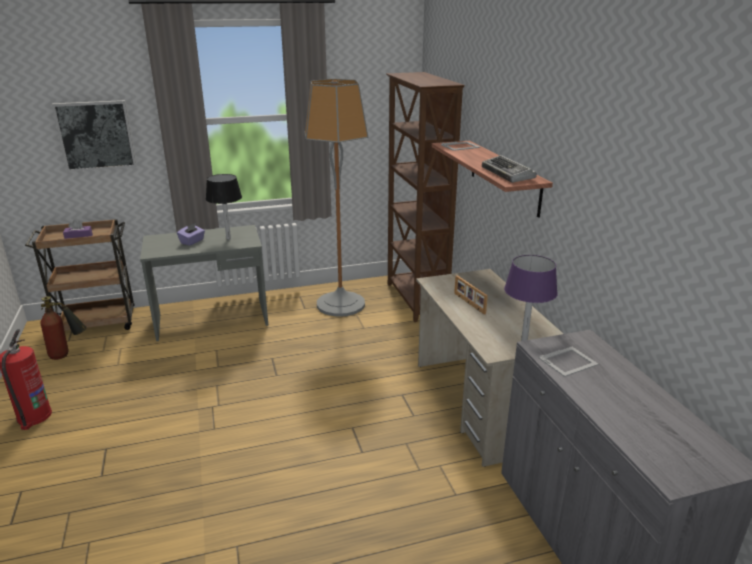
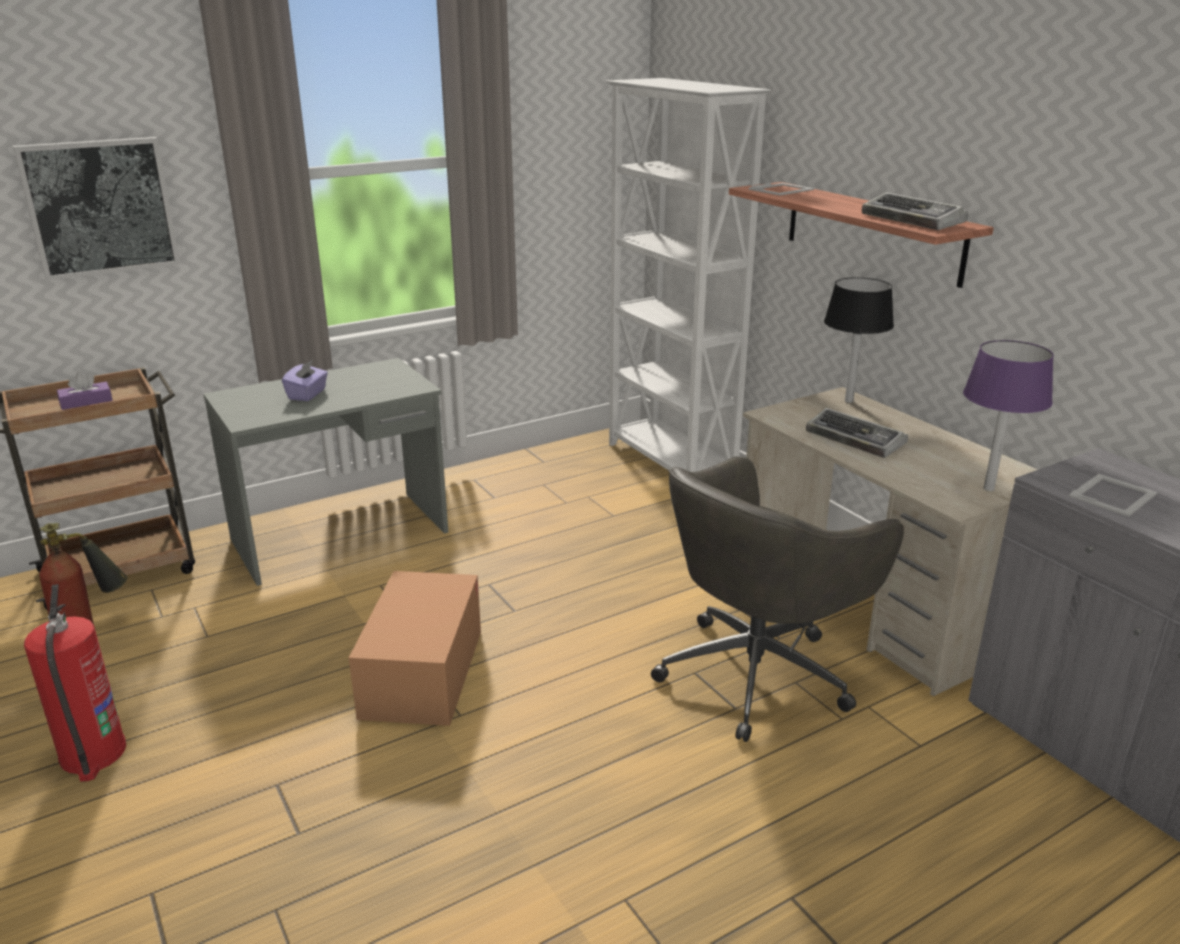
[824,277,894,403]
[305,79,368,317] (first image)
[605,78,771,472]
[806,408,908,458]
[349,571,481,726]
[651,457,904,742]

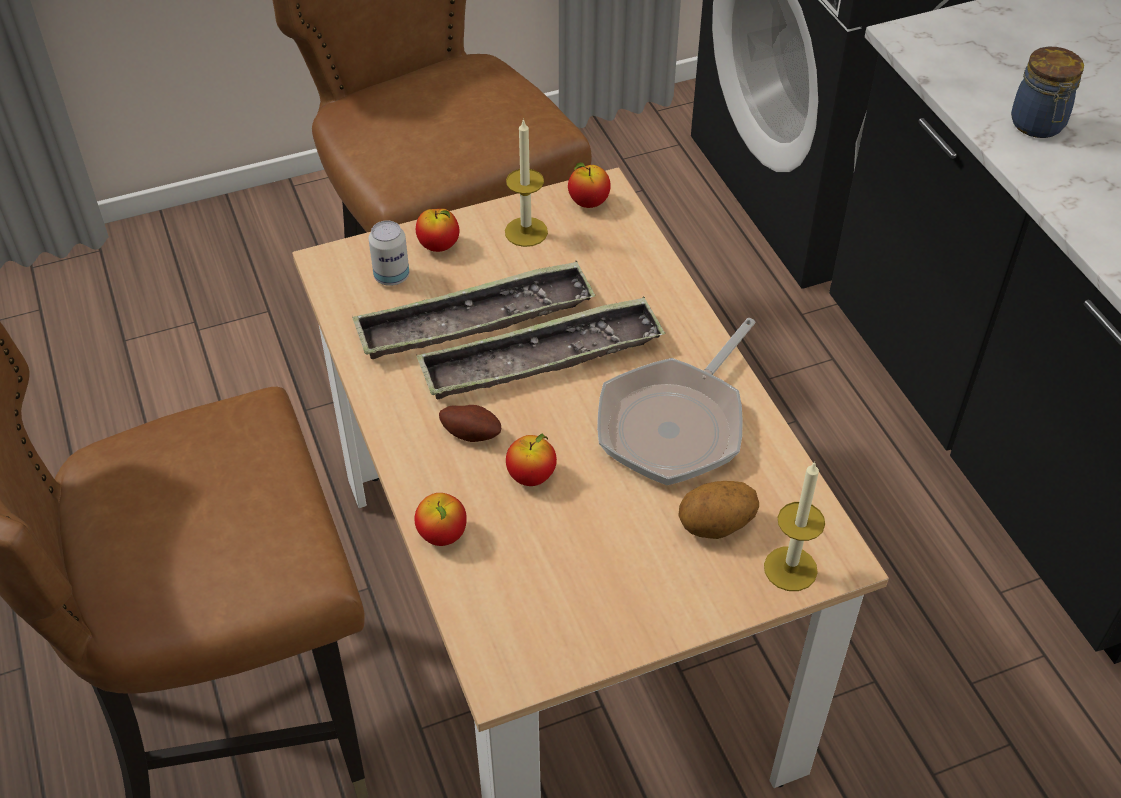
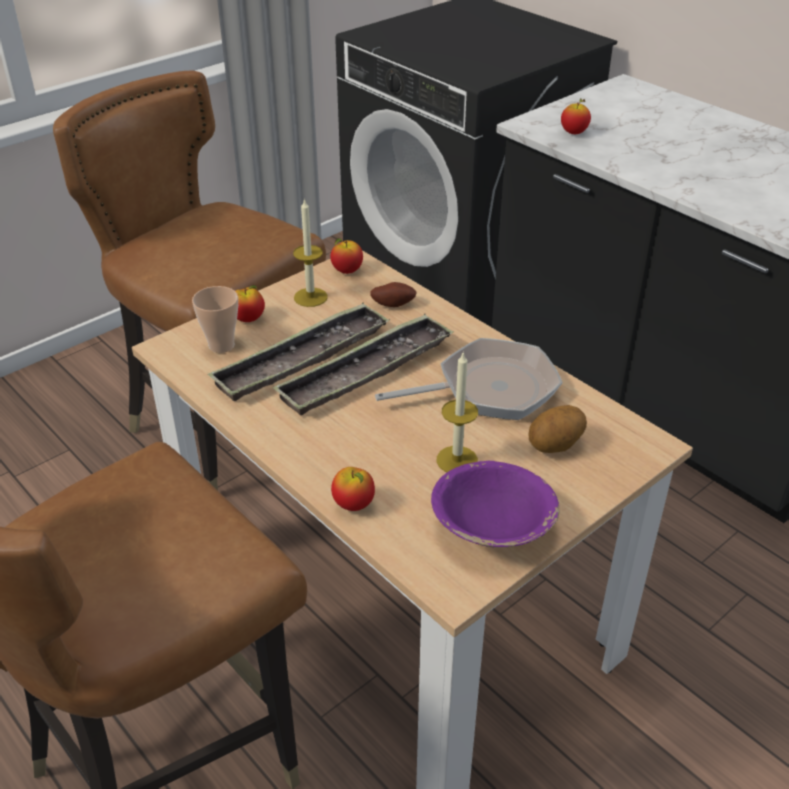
[192,286,238,353]
[370,282,416,307]
[561,98,591,134]
[375,338,563,420]
[437,351,478,472]
[1011,47,1084,138] (first image)
[431,461,560,547]

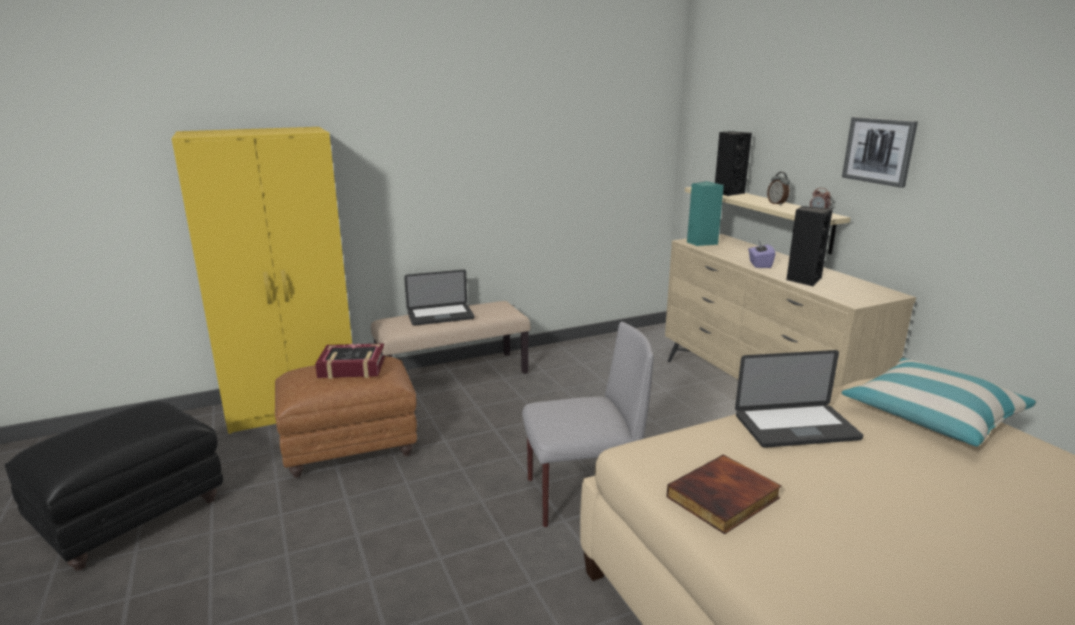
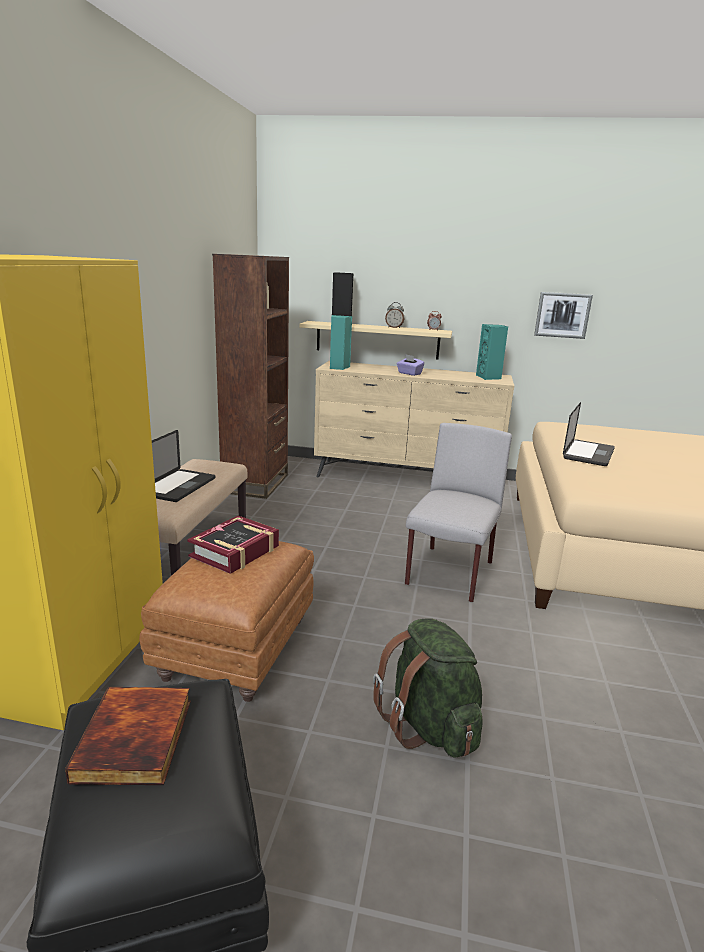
[65,687,191,785]
[786,206,833,287] (first image)
[534,292,593,339]
[842,358,1036,447] (first image)
[212,254,289,499]
[373,618,483,758]
[476,324,508,380]

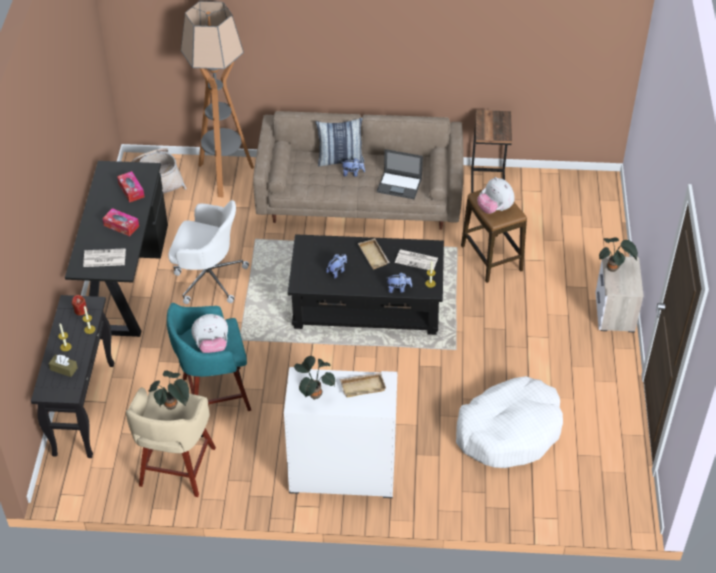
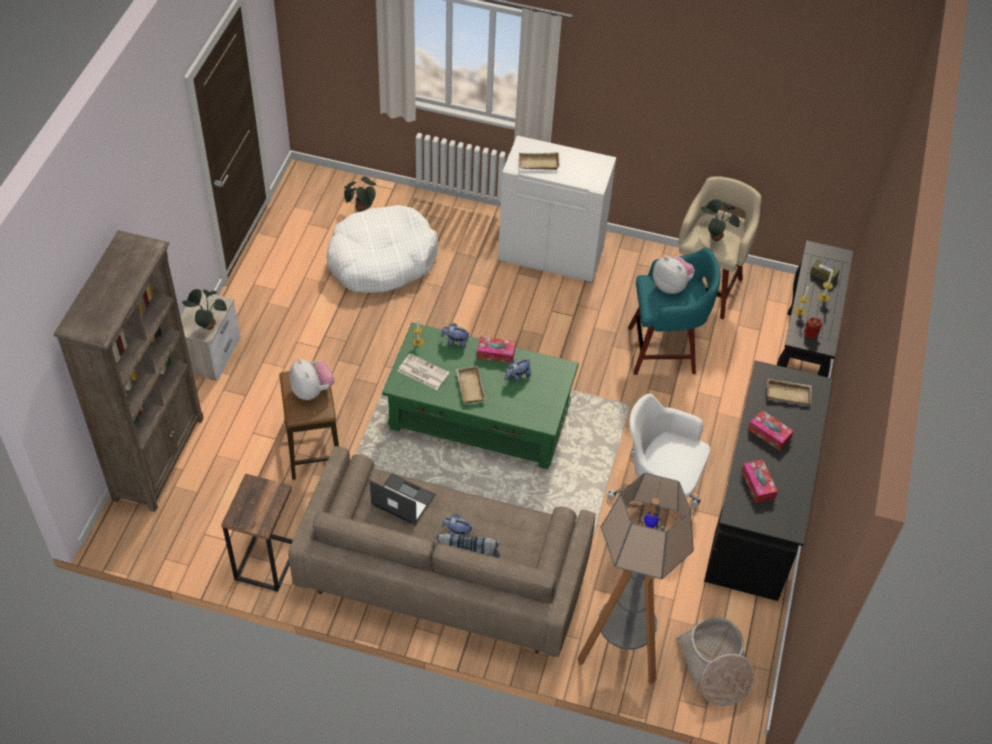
[767,379,812,405]
[653,256,695,294]
[382,322,579,469]
[344,177,376,212]
[54,230,204,512]
[477,336,516,363]

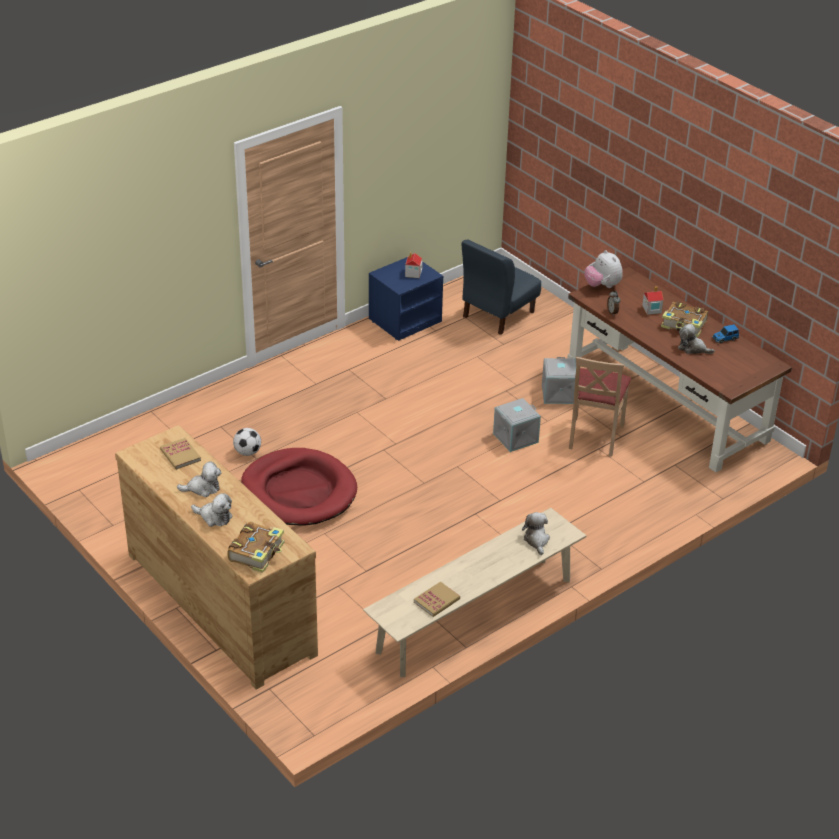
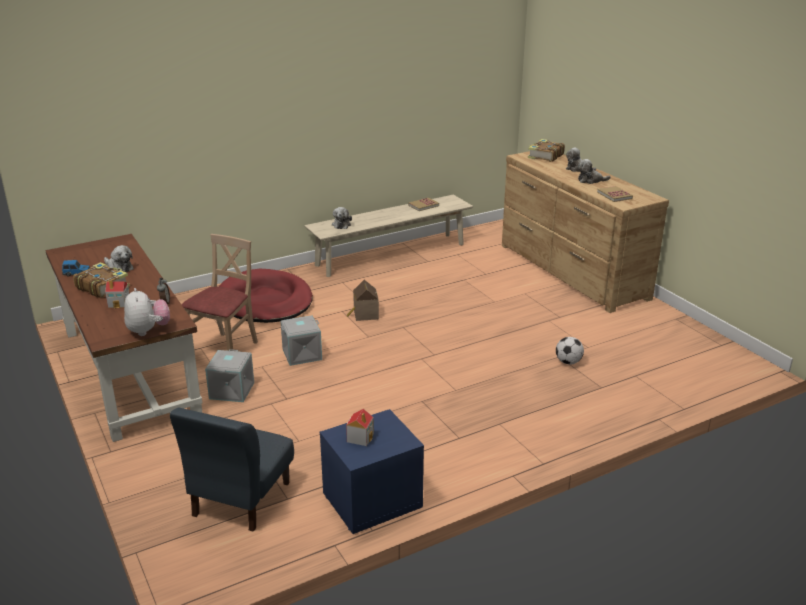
[219,269,313,323]
[170,407,294,532]
[347,280,379,321]

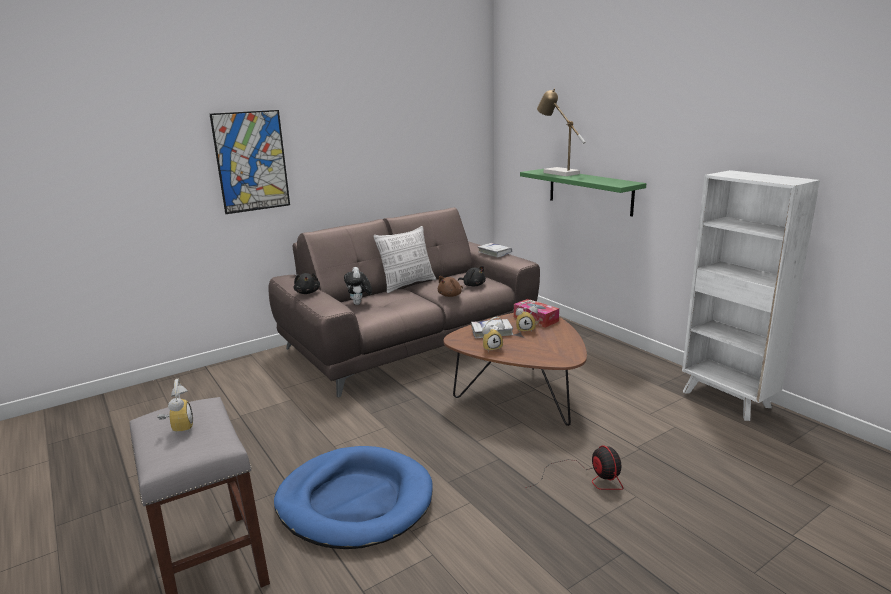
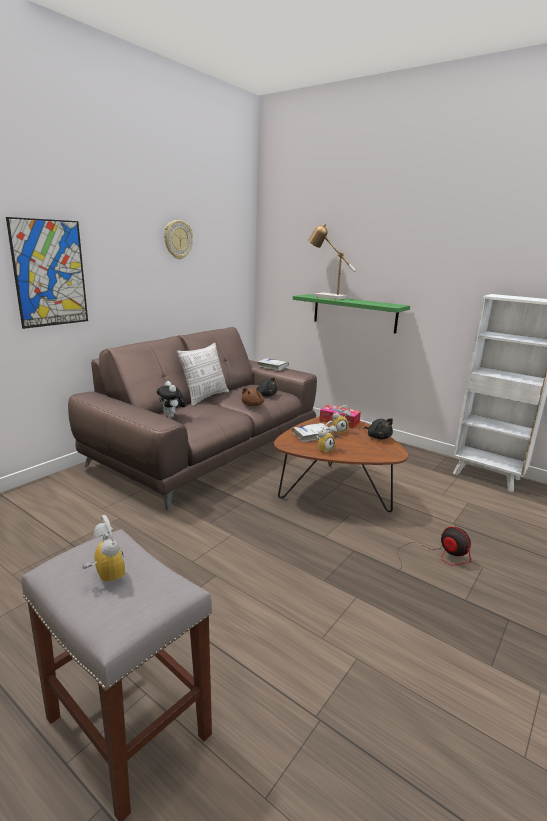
[274,446,432,549] (first image)
[363,419,393,439]
[164,220,193,259]

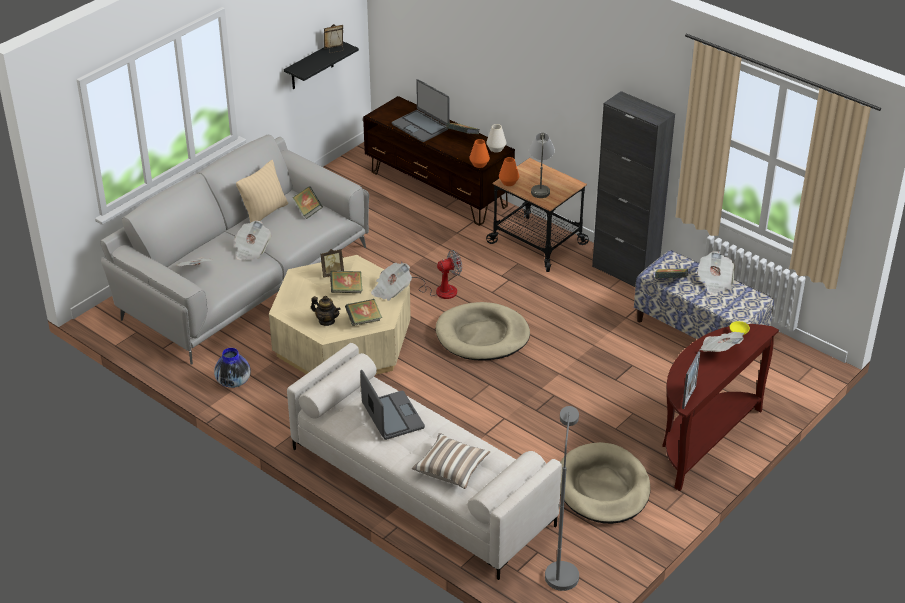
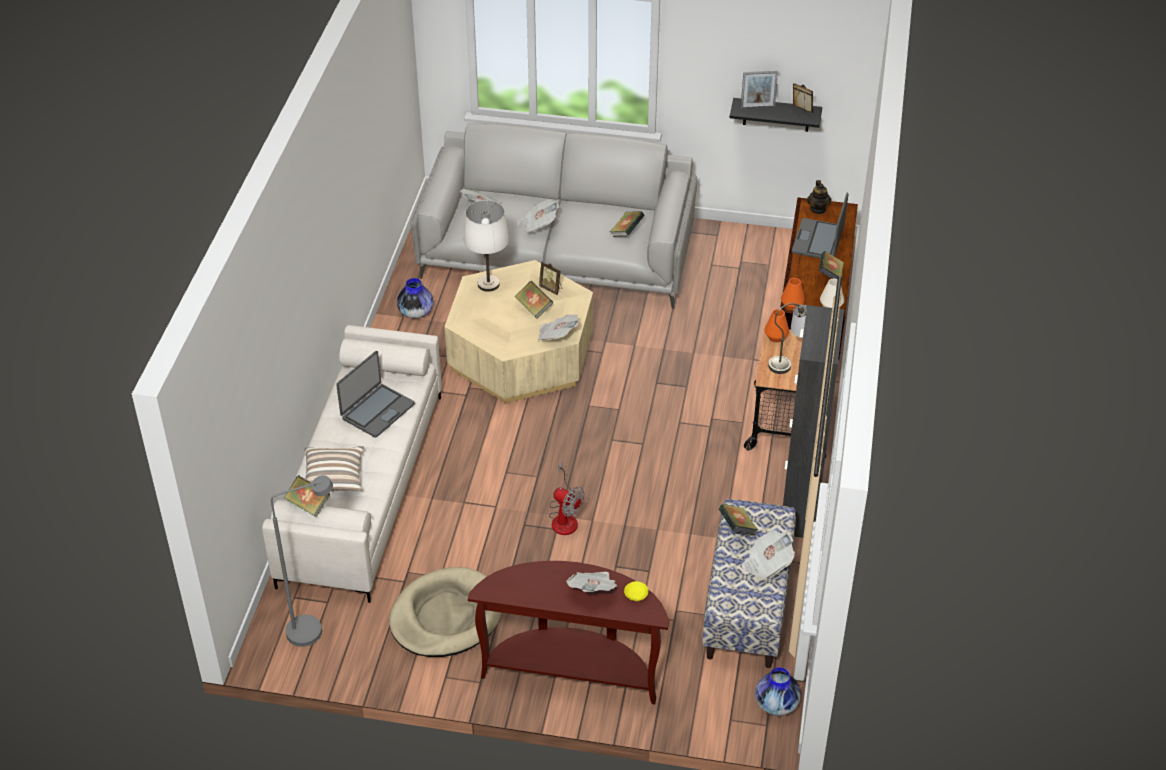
[236,160,288,223] (first image)
[807,180,831,214]
[284,475,330,517]
[549,462,584,535]
[436,302,530,361] (first image)
[741,71,778,108]
[464,200,509,292]
[755,667,801,716]

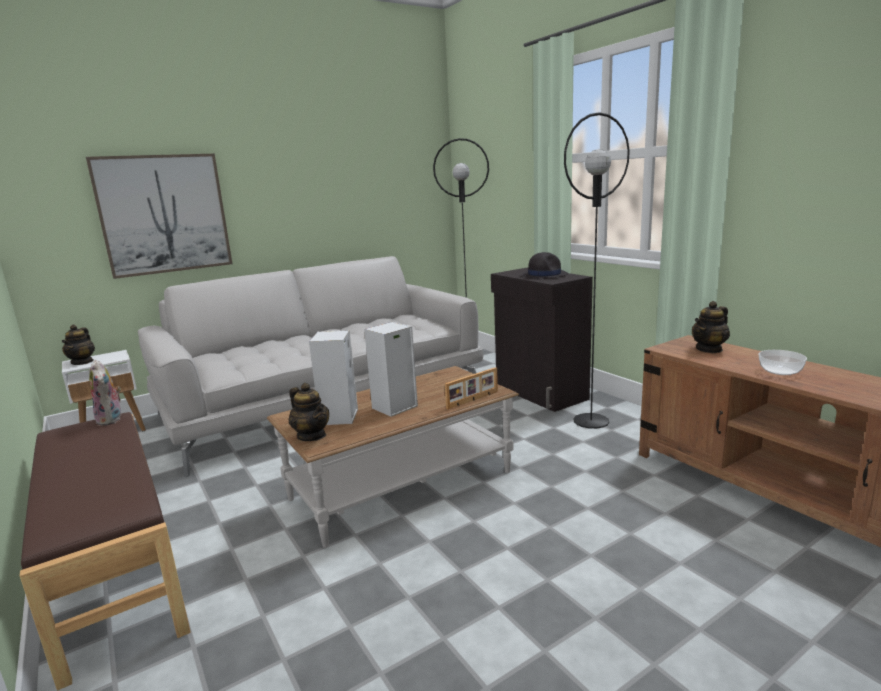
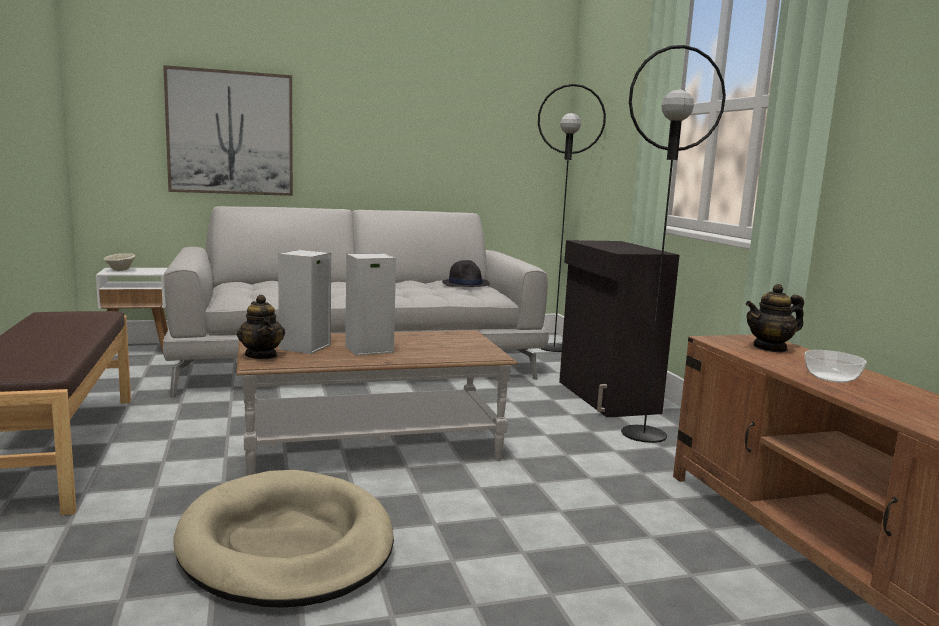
[103,253,136,271]
[89,360,121,426] (first image)
[445,367,498,409] (first image)
[442,260,490,287]
[173,470,394,608]

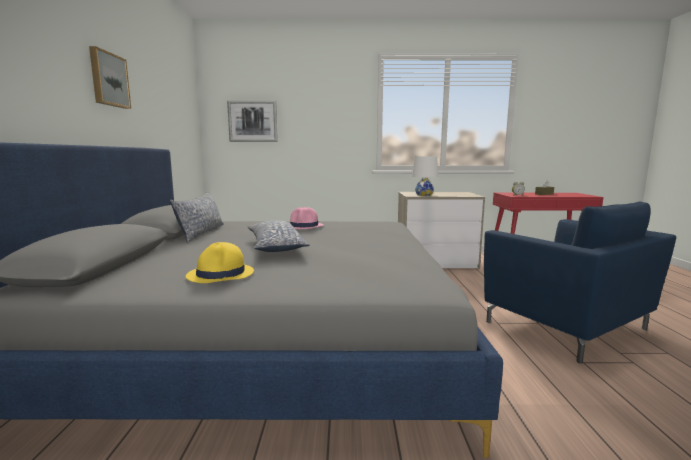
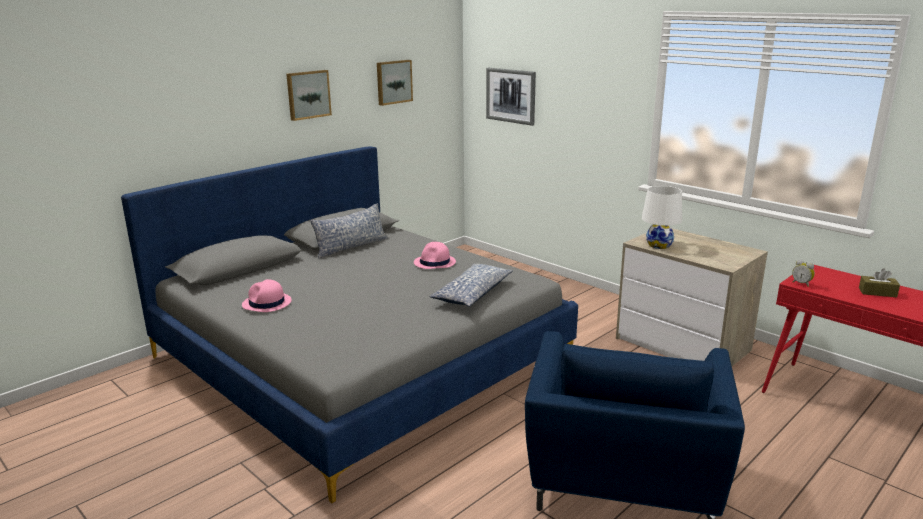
[242,279,292,312]
[429,264,513,307]
[377,60,413,106]

